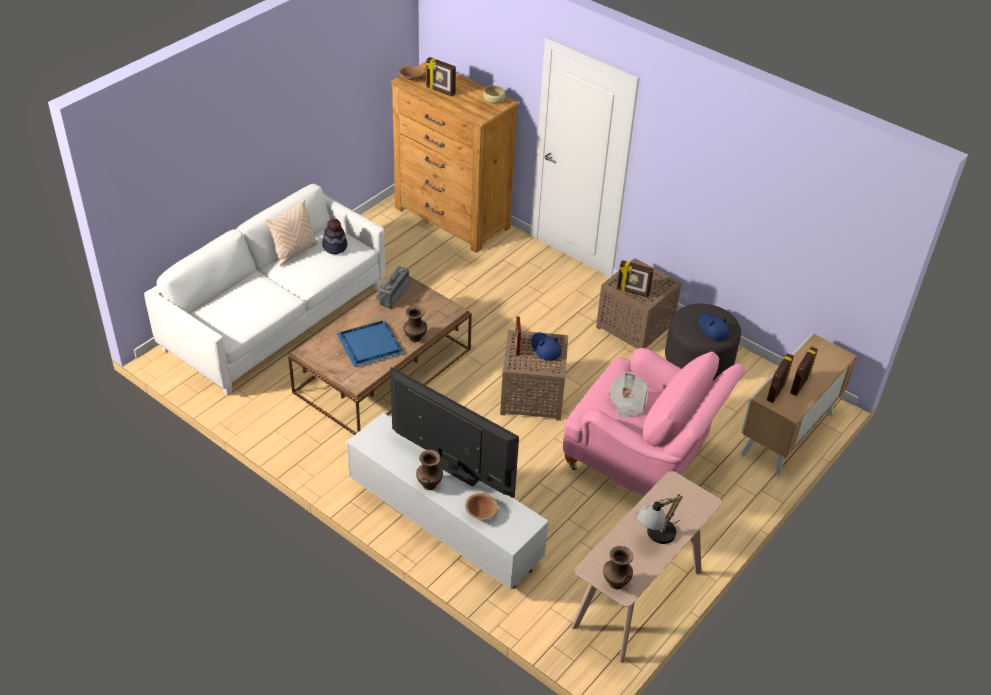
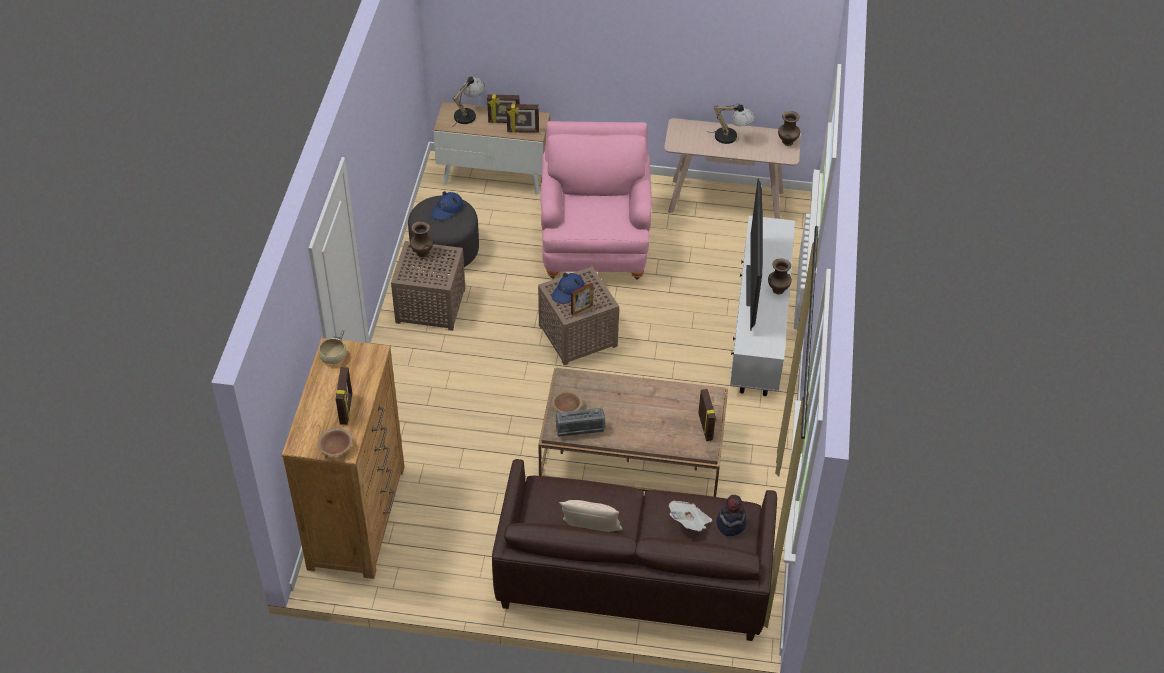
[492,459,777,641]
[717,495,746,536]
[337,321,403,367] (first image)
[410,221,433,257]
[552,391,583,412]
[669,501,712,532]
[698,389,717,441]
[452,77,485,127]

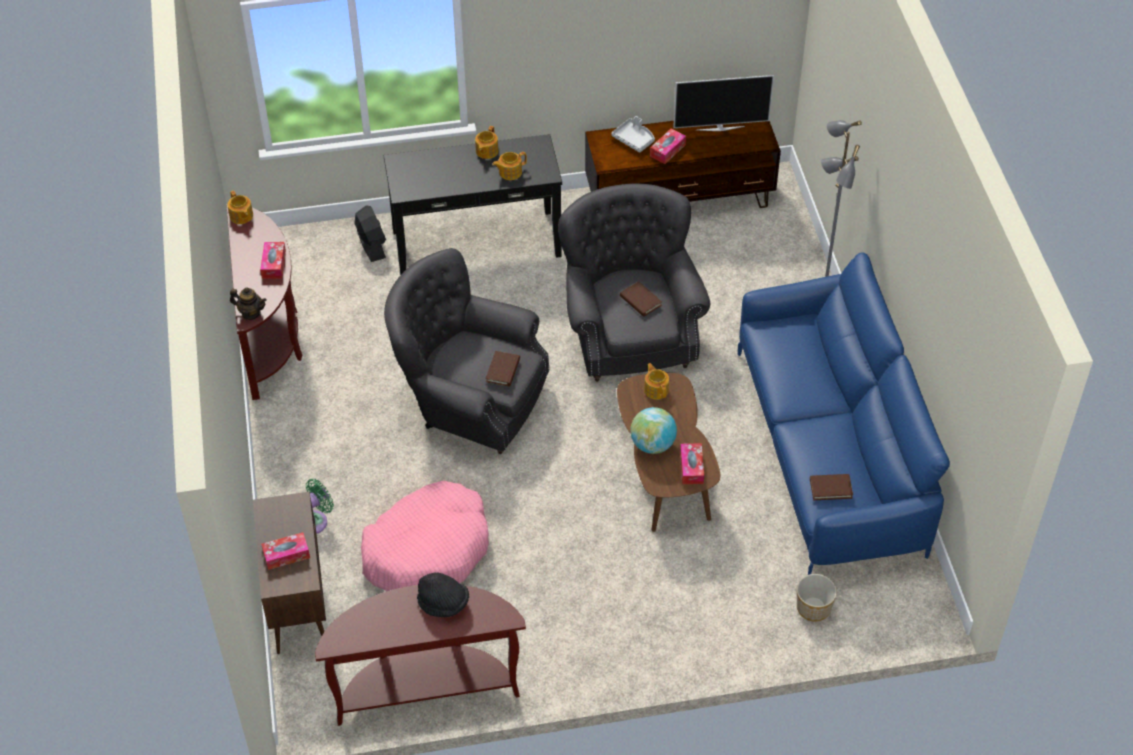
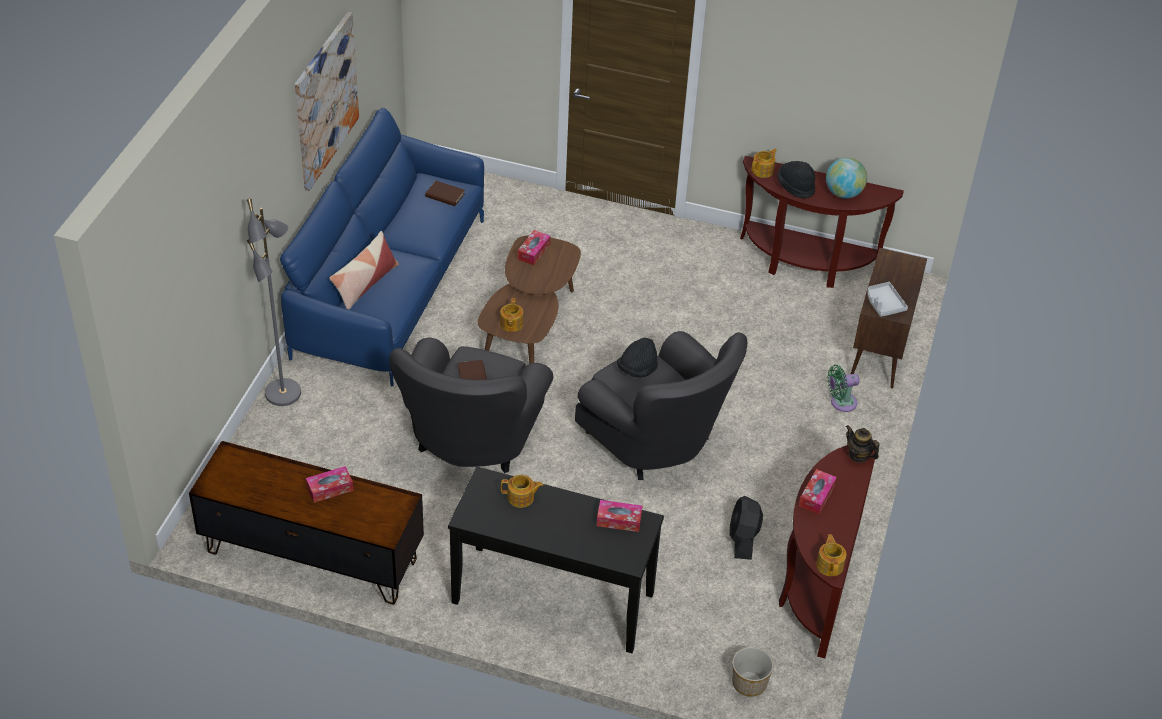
[597,500,642,532]
[730,496,763,560]
[361,481,489,591] (first image)
[751,149,777,178]
[617,338,658,378]
[868,282,908,317]
[826,158,867,199]
[673,75,774,131] (first image)
[732,647,773,697]
[295,12,359,191]
[329,231,399,309]

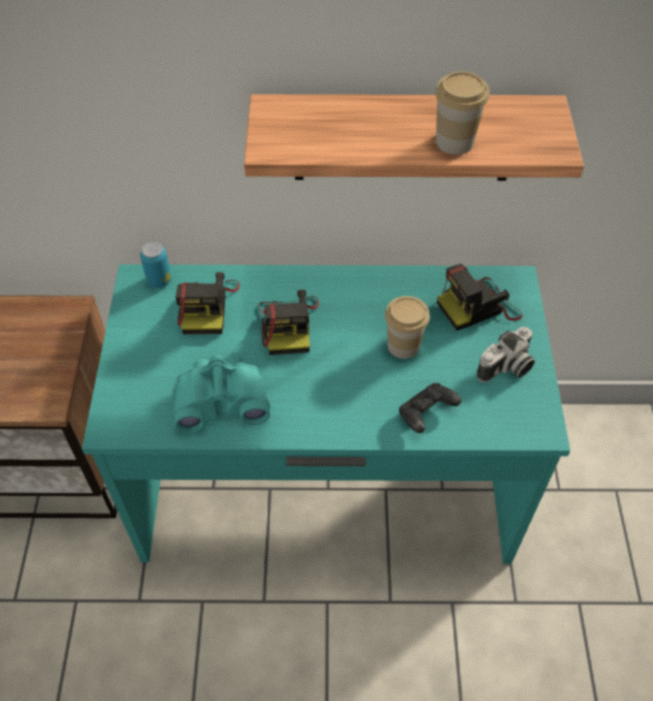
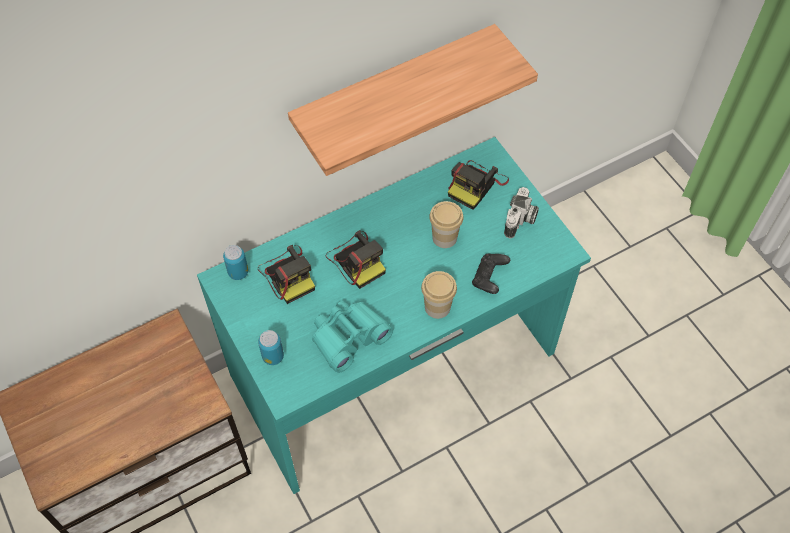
[421,271,457,319]
[258,330,284,365]

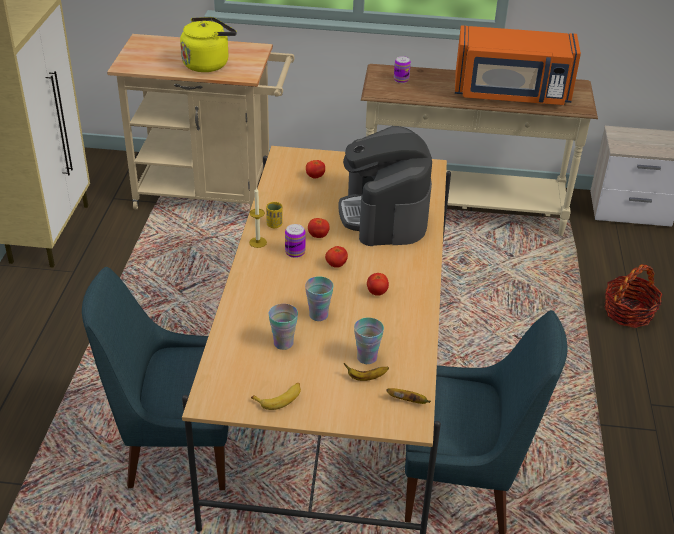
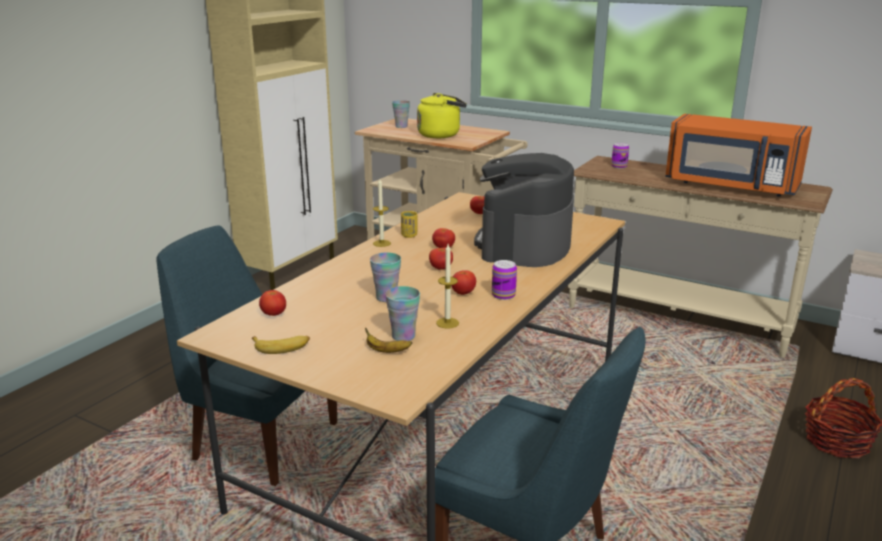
[392,100,410,128]
[492,260,517,300]
[387,388,431,404] (first image)
[259,290,286,316]
[436,244,459,329]

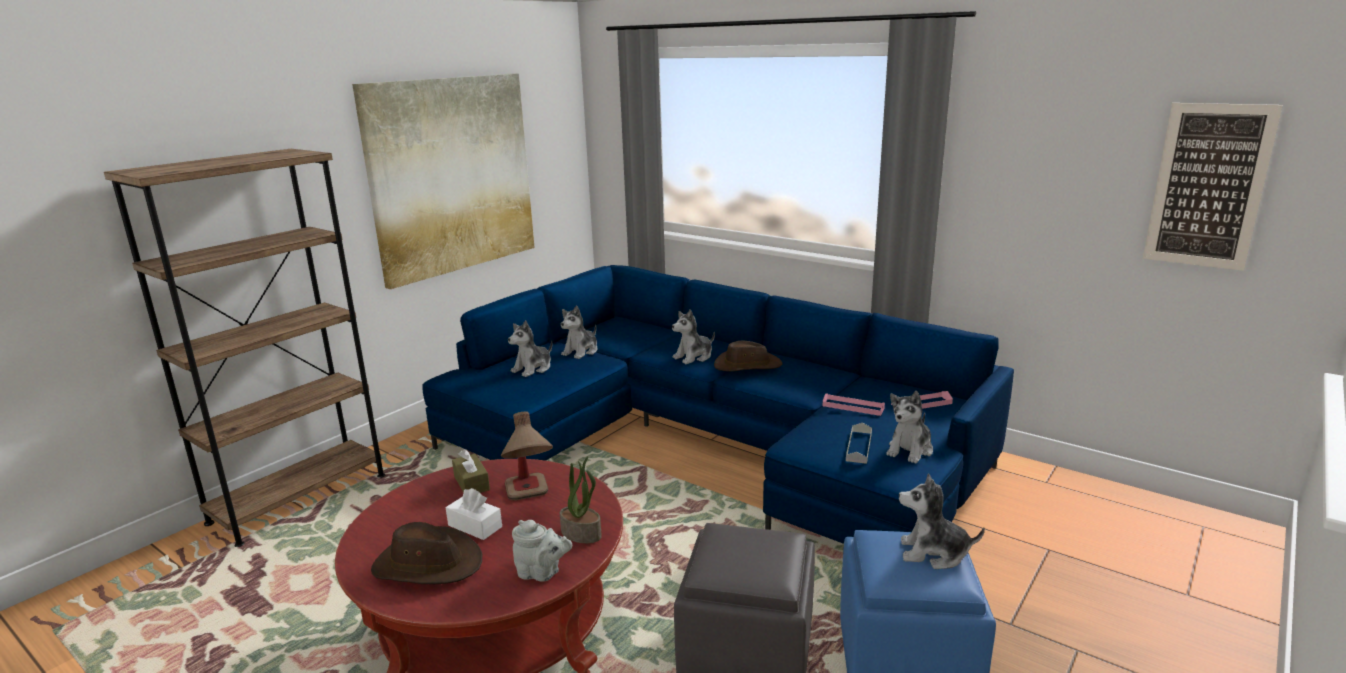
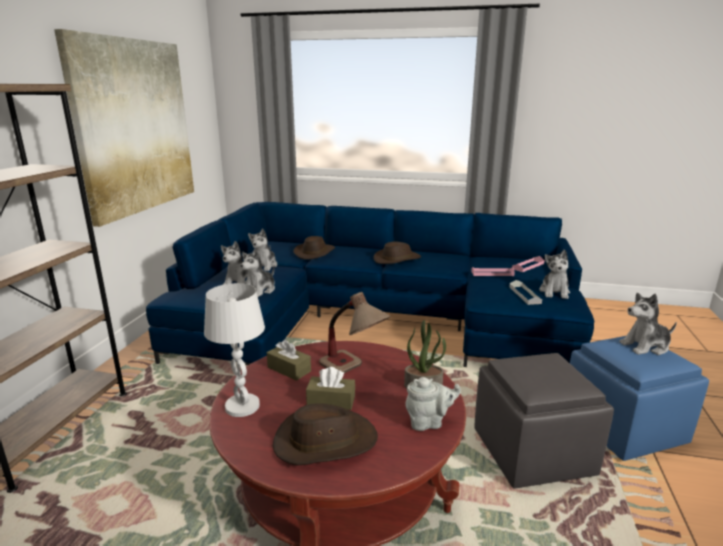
[306,367,355,410]
[240,249,275,297]
[1143,103,1283,271] (first image)
[204,283,265,417]
[293,236,335,260]

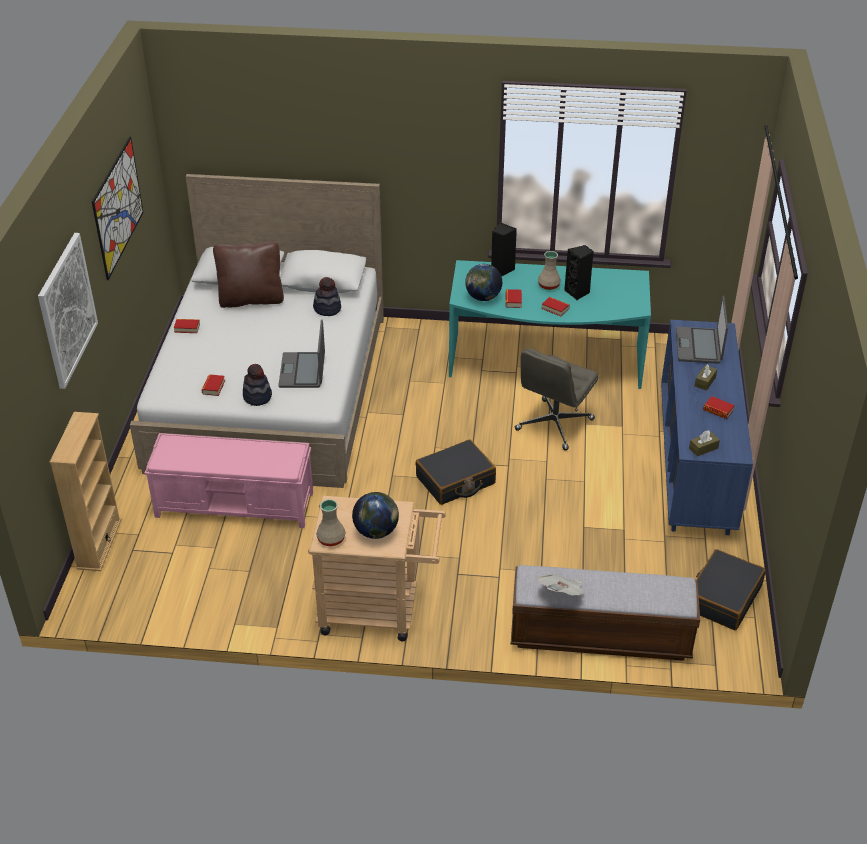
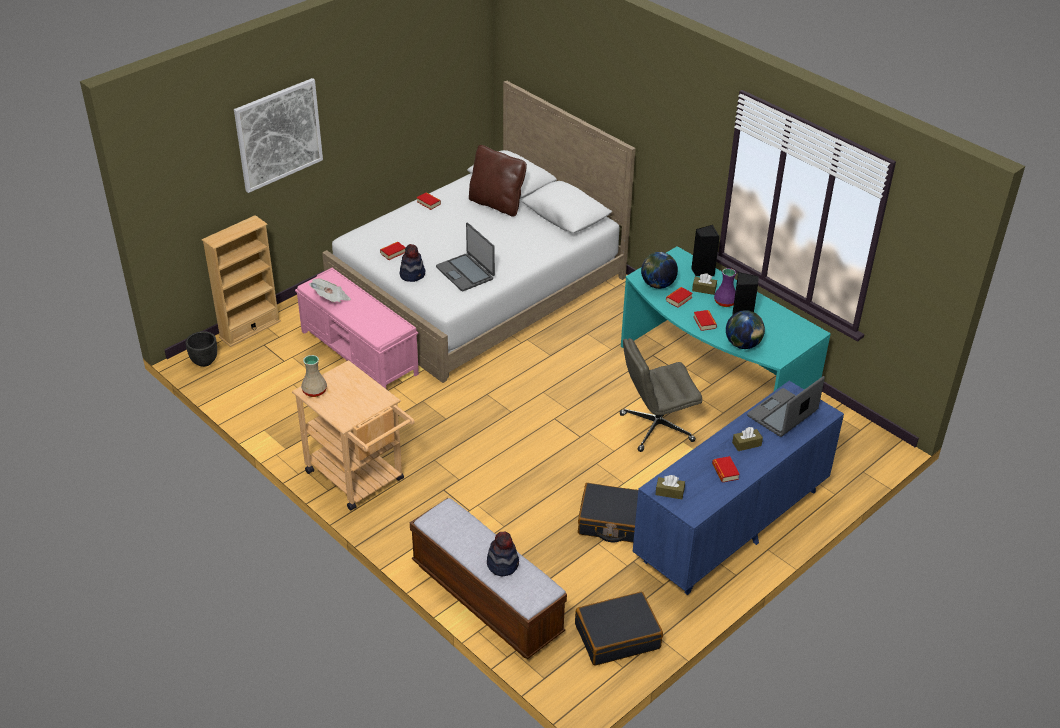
[92,136,143,280] (first image)
[436,222,495,291]
[487,531,519,576]
[726,310,765,349]
[578,483,638,543]
[714,268,736,307]
[309,278,351,302]
[186,331,217,367]
[692,273,717,295]

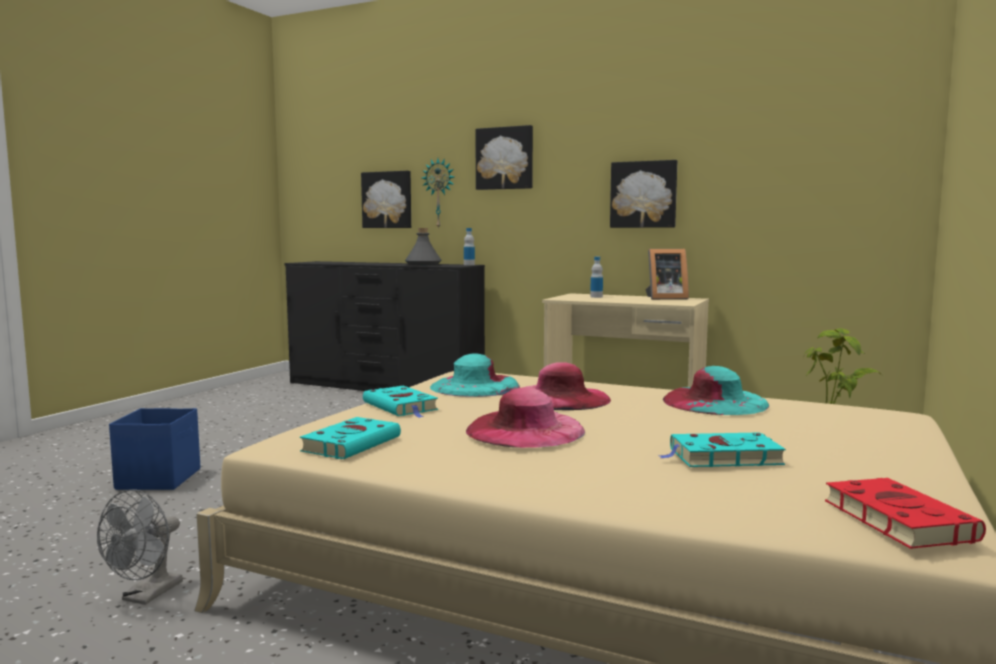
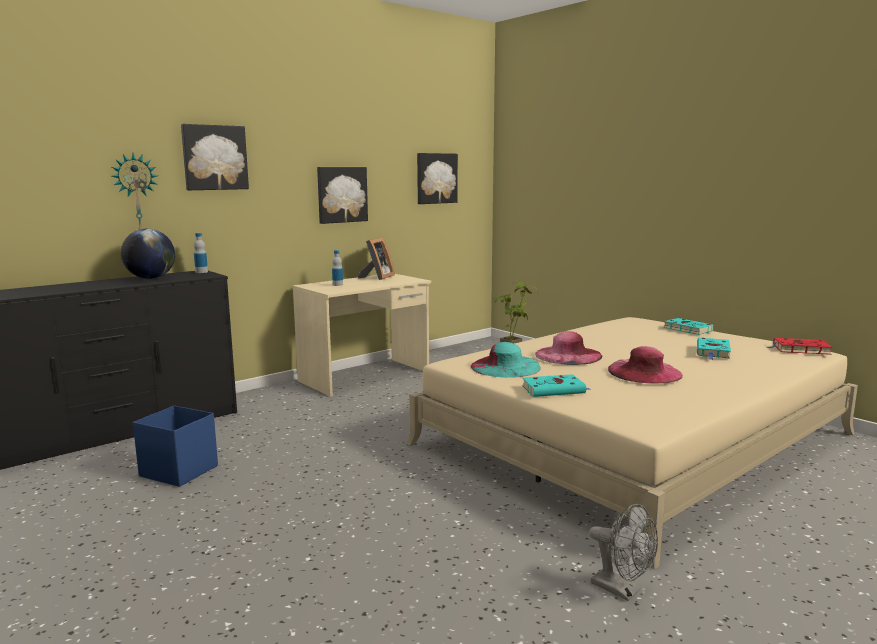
[133,405,218,487]
[663,318,714,335]
[417,153,458,204]
[121,229,175,279]
[663,366,769,415] (first image)

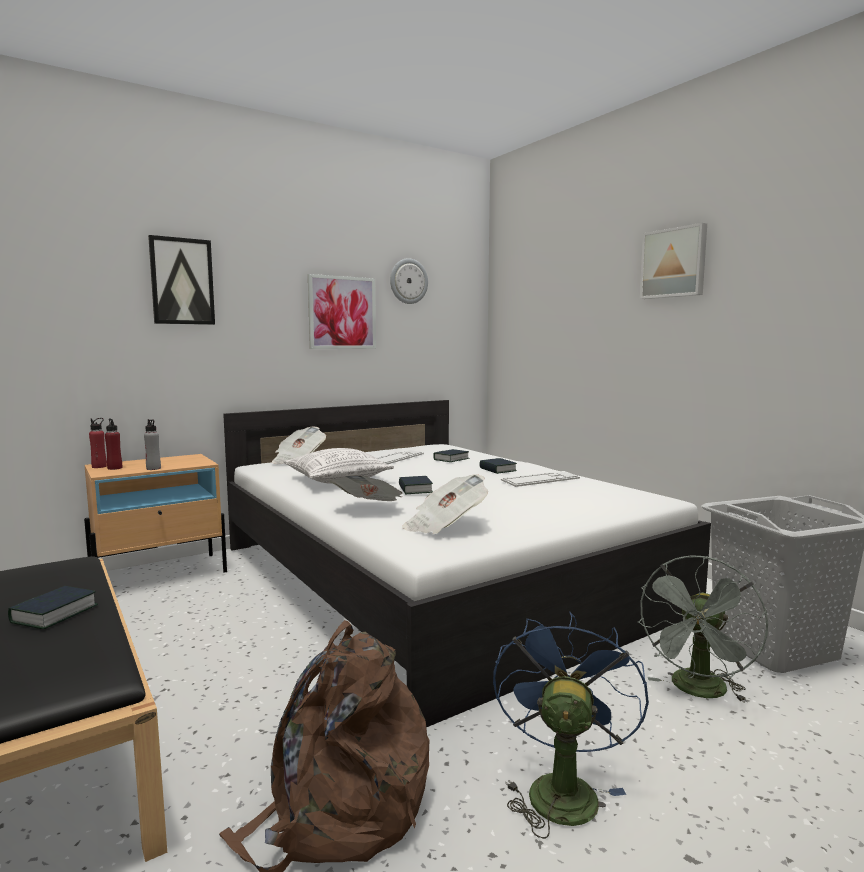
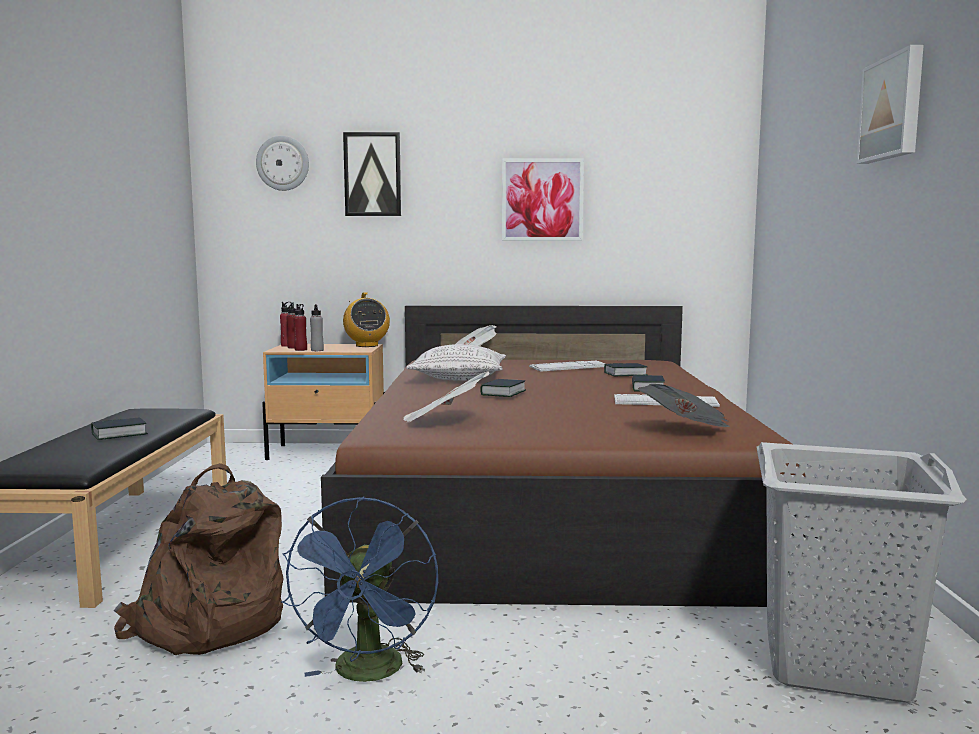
[321,306,817,607]
[638,384,730,427]
[256,136,309,191]
[280,497,438,682]
[637,555,768,703] (first image)
[293,304,307,351]
[343,292,390,347]

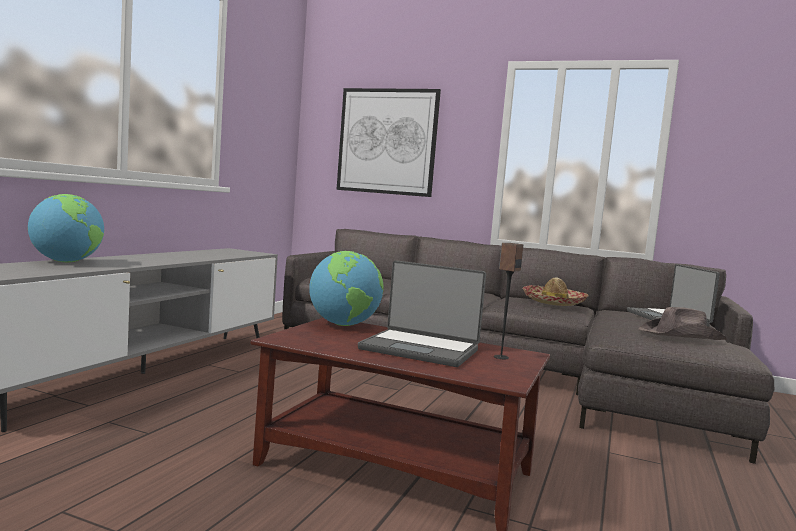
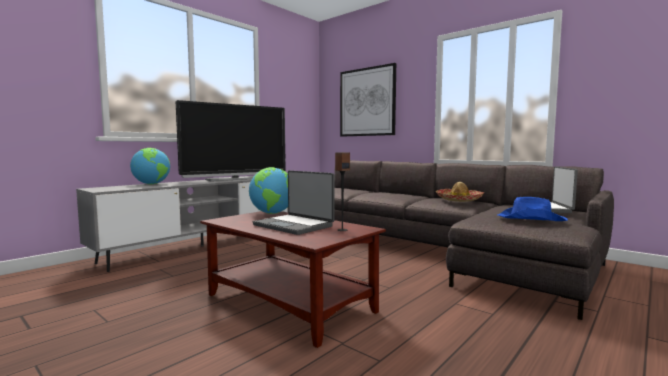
[497,197,568,221]
[176,100,286,181]

